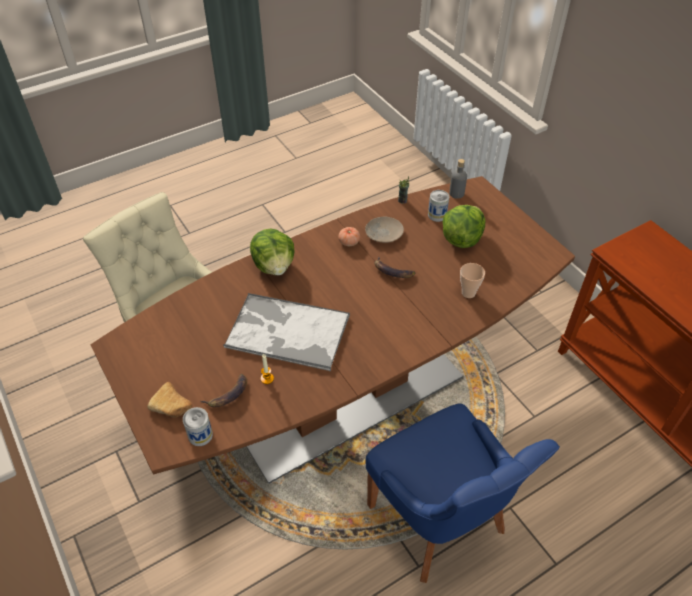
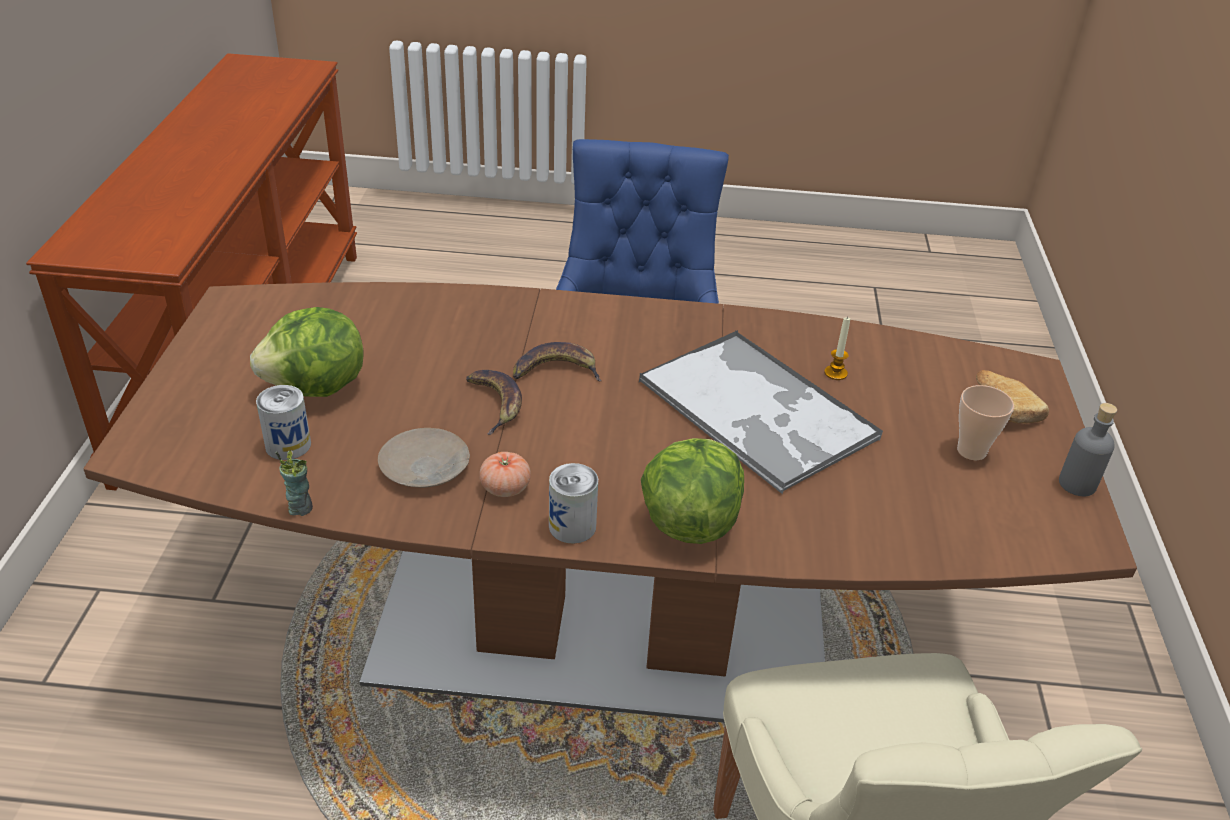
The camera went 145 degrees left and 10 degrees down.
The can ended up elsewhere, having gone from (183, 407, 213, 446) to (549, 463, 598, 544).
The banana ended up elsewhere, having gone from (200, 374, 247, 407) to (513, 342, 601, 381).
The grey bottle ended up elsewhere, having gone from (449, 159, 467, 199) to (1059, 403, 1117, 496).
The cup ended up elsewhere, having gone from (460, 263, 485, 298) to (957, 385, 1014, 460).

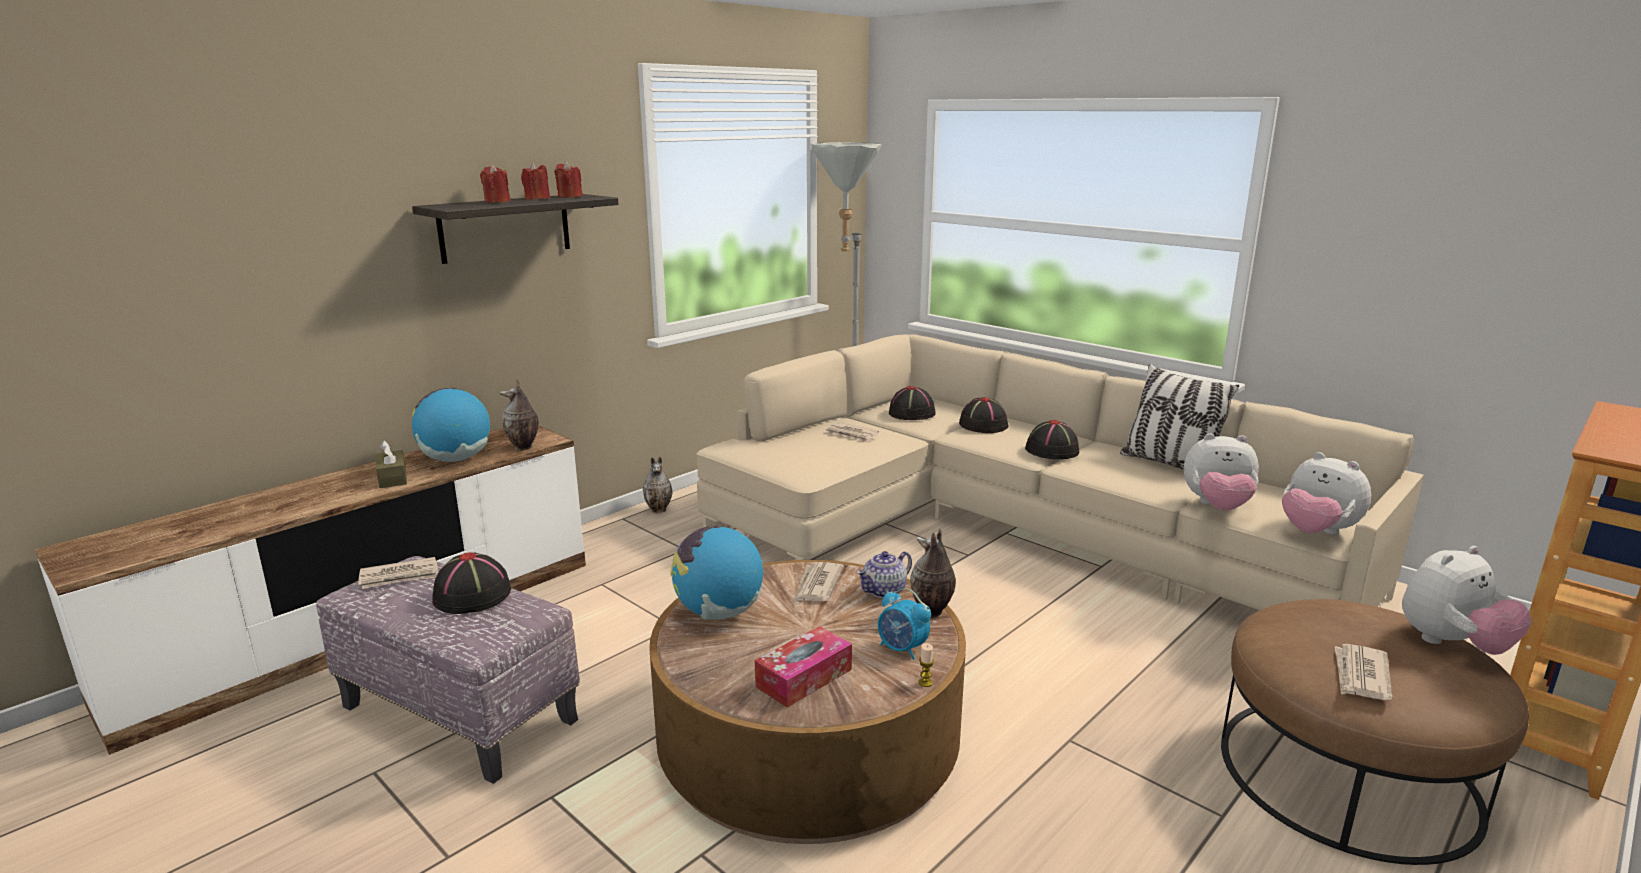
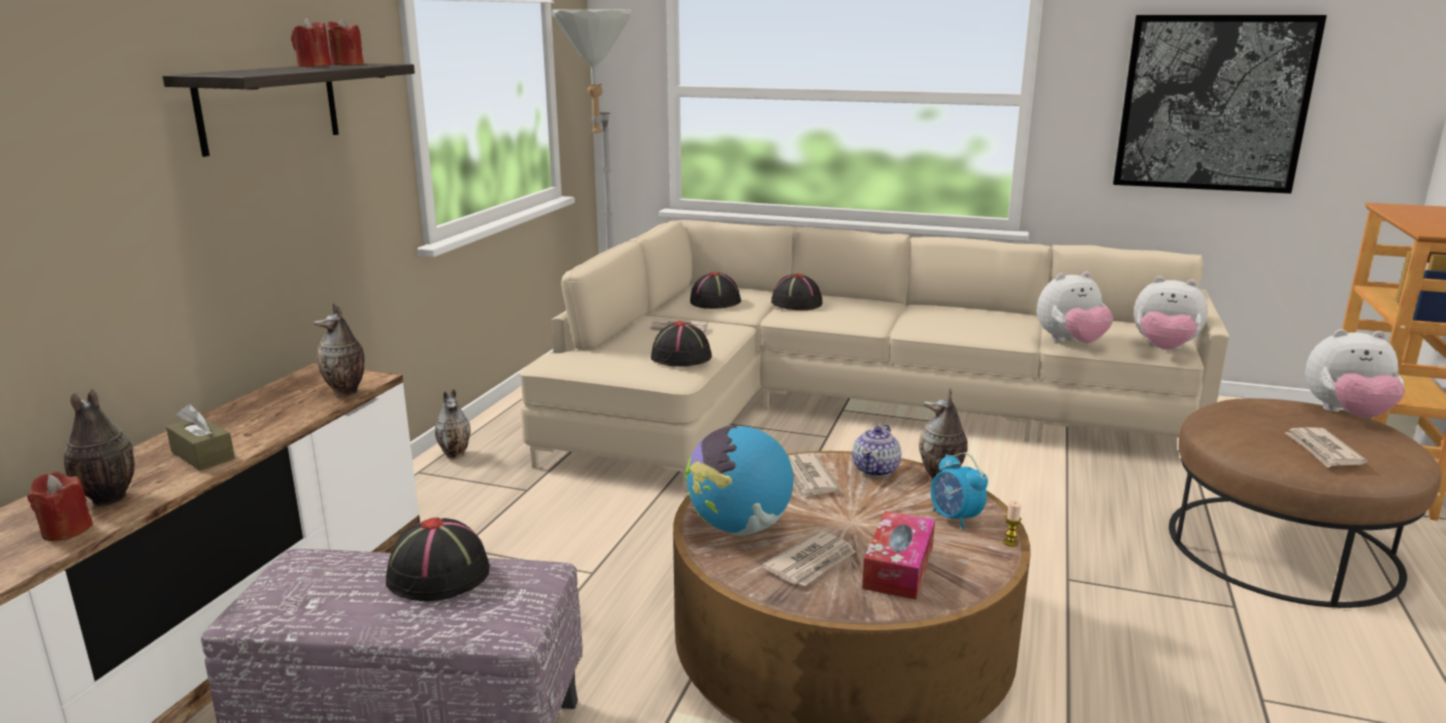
The camera went 25 degrees left and 0 degrees up.
The newspaper ended up elsewhere, having gone from (358, 557, 438, 589) to (762, 530, 856, 586).
The second view lost the globe at (412, 387, 490, 462).
The red candle ended up elsewhere, having gone from (480, 164, 511, 203) to (27, 472, 93, 541).
The alarm clock at (878, 588, 931, 660) ended up facing another way, 45 degrees clockwise from before.
The black hat ended up elsewhere, having gone from (1025, 420, 1079, 459) to (651, 321, 712, 367).
The second view lost the pillow at (1120, 364, 1239, 470).
The plush toy at (1402, 546, 1532, 655) ended up facing another way, 60 degrees clockwise from before.
The second view gained the vase at (64, 388, 135, 506).
The second view gained the picture at (1113, 15, 1327, 194).

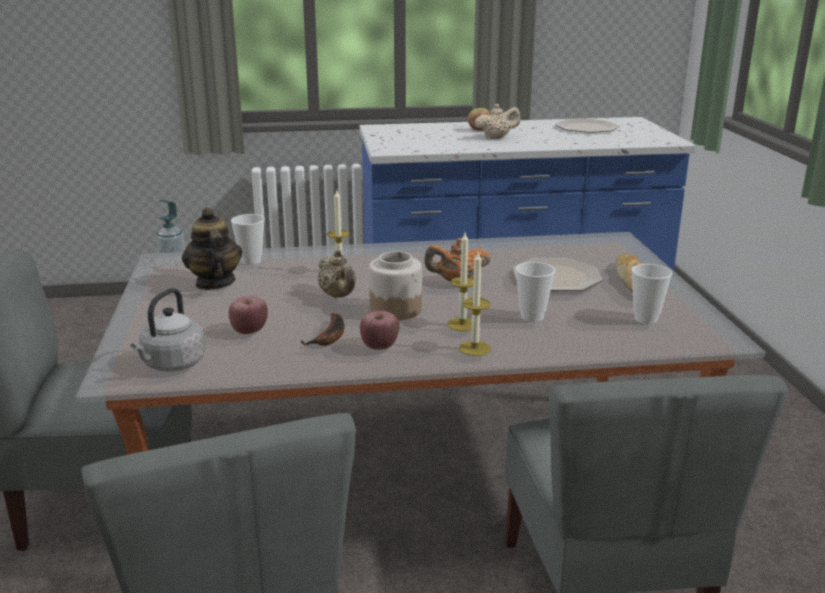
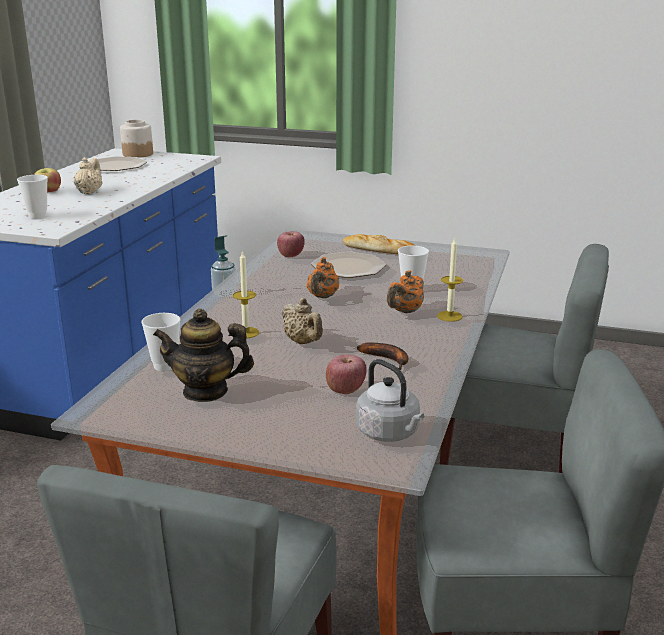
The camera went 65 degrees left and 0 degrees up.
The soap dispenser ended up elsewhere, having gone from (156, 200, 185, 266) to (211, 236, 236, 297).
The beige teapot at (318, 249, 356, 298) ended up facing another way, 60 degrees clockwise from before.
The apple ended up elsewhere, having gone from (360, 311, 399, 350) to (277, 231, 305, 257).
The jar ended up elsewhere, having gone from (369, 251, 422, 320) to (120, 120, 153, 158).
Where the candle stood at (448, 233, 474, 331), the orange teapot came to stand at (387, 270, 424, 313).
The cup ended up elsewhere, having gone from (632, 264, 672, 324) to (17, 175, 48, 218).

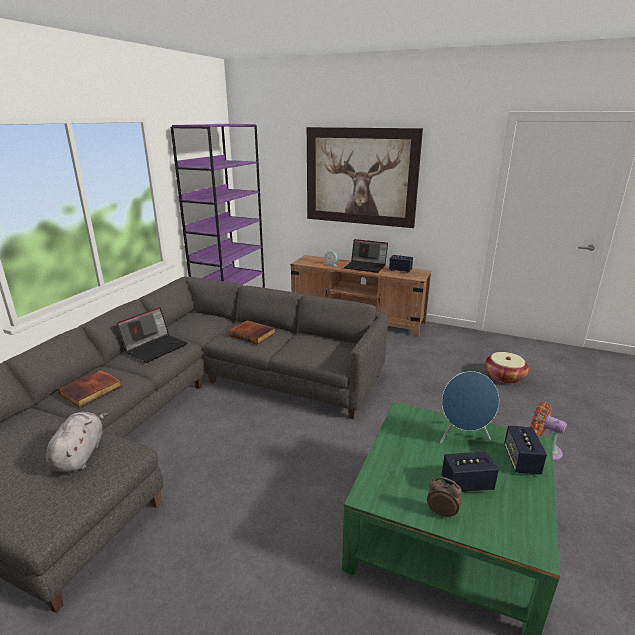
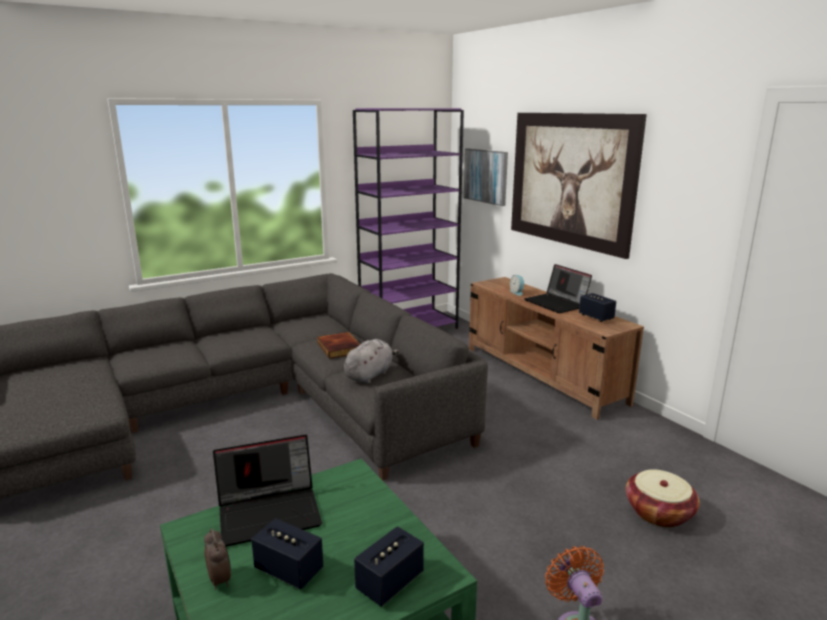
The camera went 35 degrees right and 5 degrees down.
The grey plush toy ended up elsewhere, having gone from (46, 412, 108, 473) to (344, 339, 399, 384).
The second view lost the book at (58, 370, 122, 408).
The laptop ended up elsewhere, having gone from (117, 307, 187, 363) to (213, 435, 322, 547).
The second view lost the blue speaker at (440, 371, 499, 443).
The second view gained the picture at (464, 149, 508, 206).

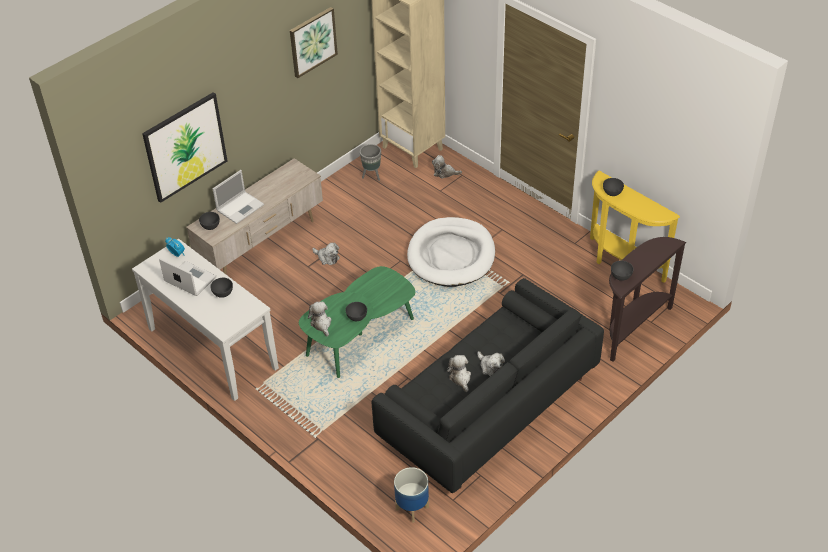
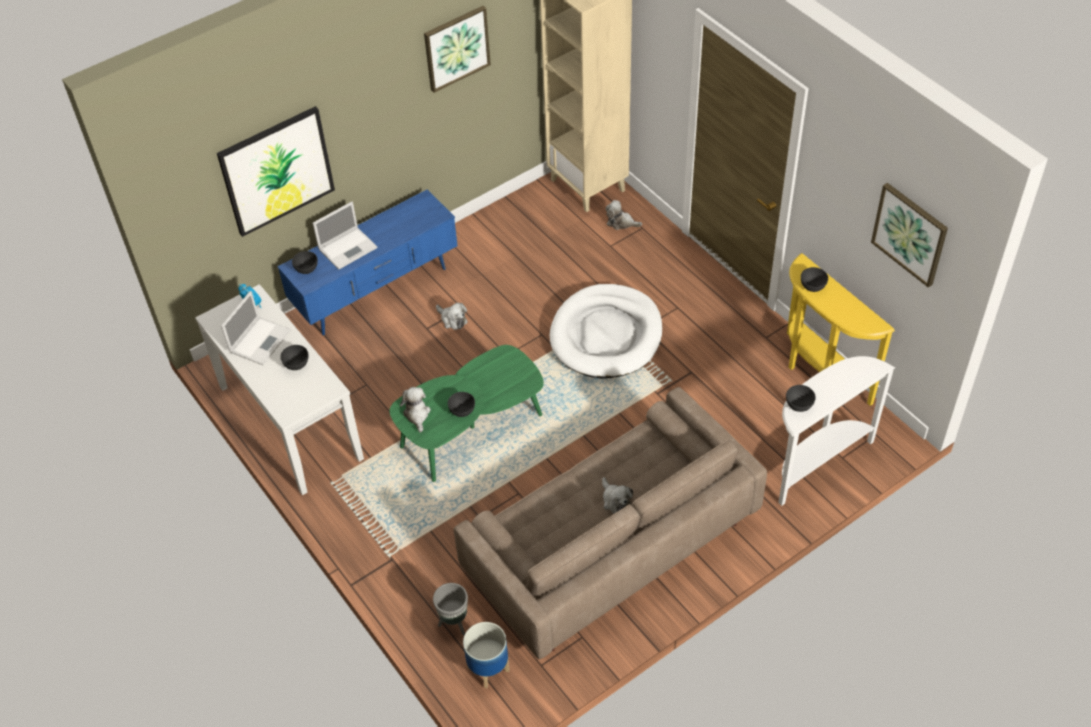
The camera went 10 degrees right and 5 degrees up.
The laptop at (159, 258, 217, 296) ended up facing another way, 75 degrees clockwise from before.
What was the beige tv stand at (186, 158, 323, 275) turned into the blue tv stand at (277, 189, 458, 335).
The grey planter ended up elsewhere, having gone from (360, 144, 381, 181) to (433, 583, 468, 635).
What was the black sofa at (372, 278, 604, 493) turned into the beige sofa at (454, 387, 767, 660).
The second view lost the plush toy at (447, 355, 471, 392).
What was the brown console table at (609, 237, 686, 362) turned into the white console table at (779, 356, 895, 506).
The second view gained the picture at (871, 183, 948, 287).

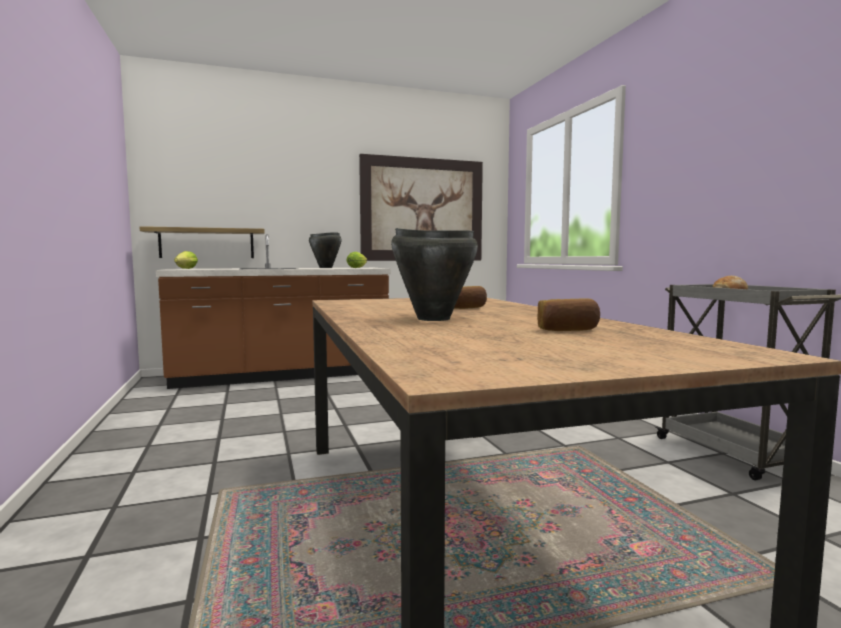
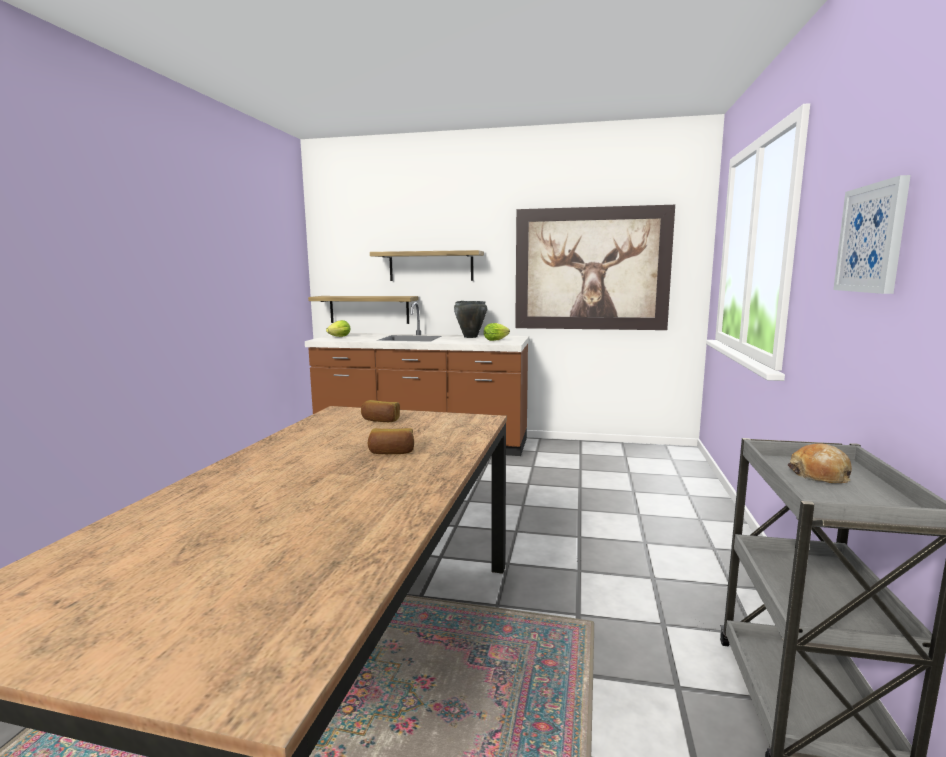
The camera went 30 degrees right and 5 degrees up.
The second view lost the black cooking pot at (391, 228, 478, 321).
The bread ended up elsewhere, having gone from (538, 298, 600, 331) to (361, 400, 400, 422).
The second view gained the shelf at (370, 250, 484, 281).
The second view gained the picture at (833, 175, 911, 294).

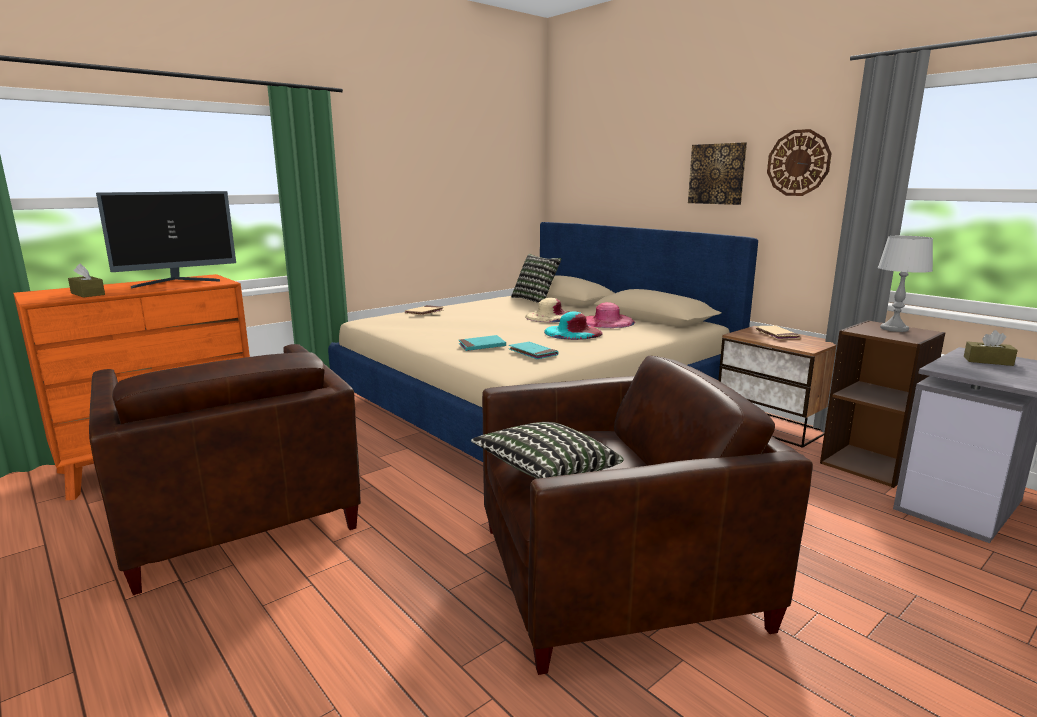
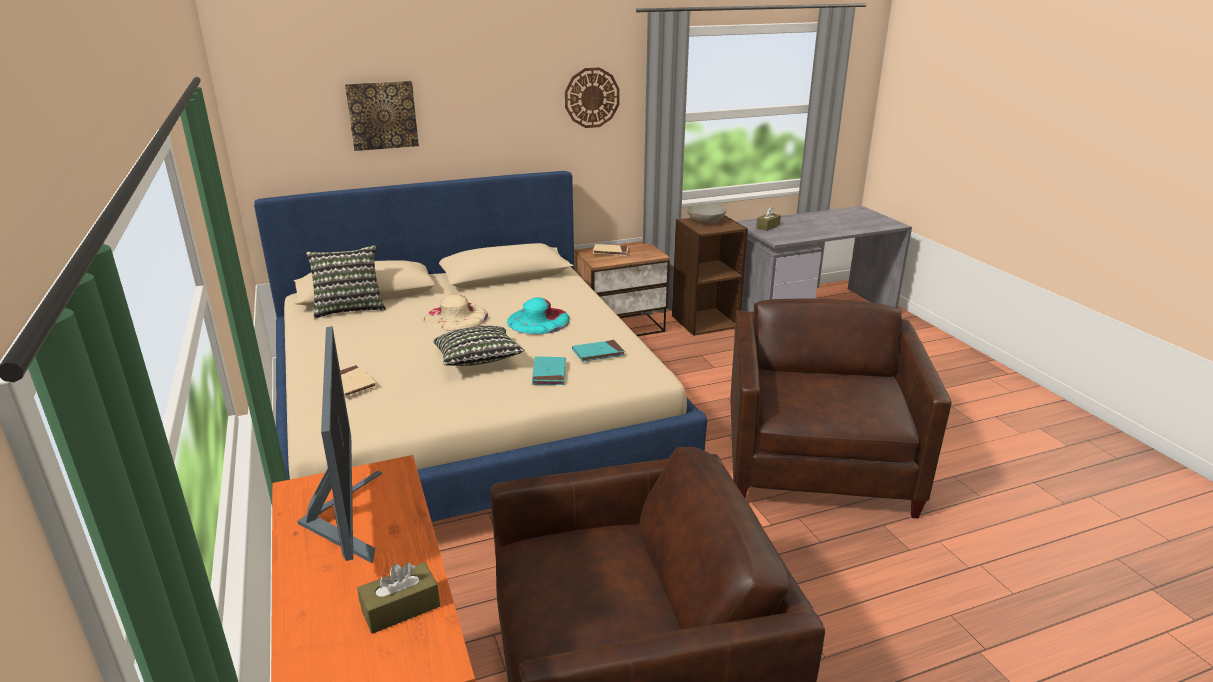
The camera went 70 degrees left and 10 degrees up.
The pillow ended up elsewhere, having gone from (471, 422, 624, 479) to (433, 326, 525, 366).
The second view lost the pink hat at (586, 302, 635, 328).
The picture ended up elsewhere, having gone from (688, 142, 747, 205) to (345, 81, 419, 151).
Where the grey table lamp stood at (878, 236, 933, 332), the grey bowl came to stand at (687, 203, 727, 223).

